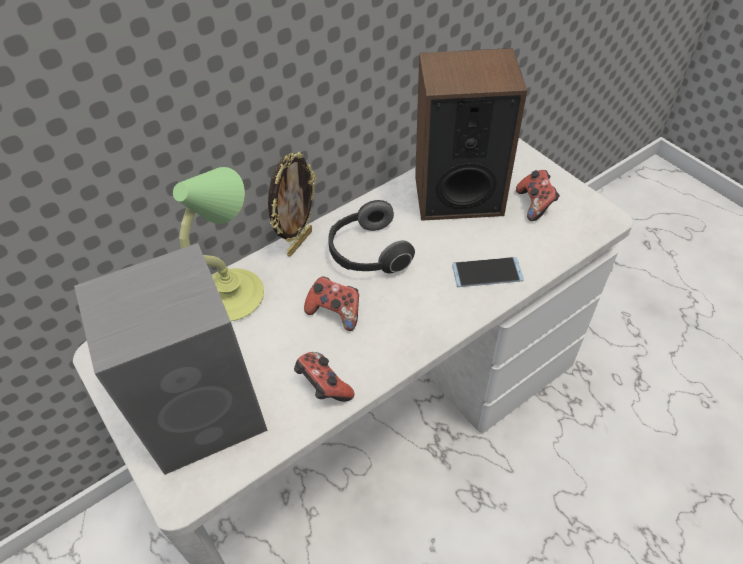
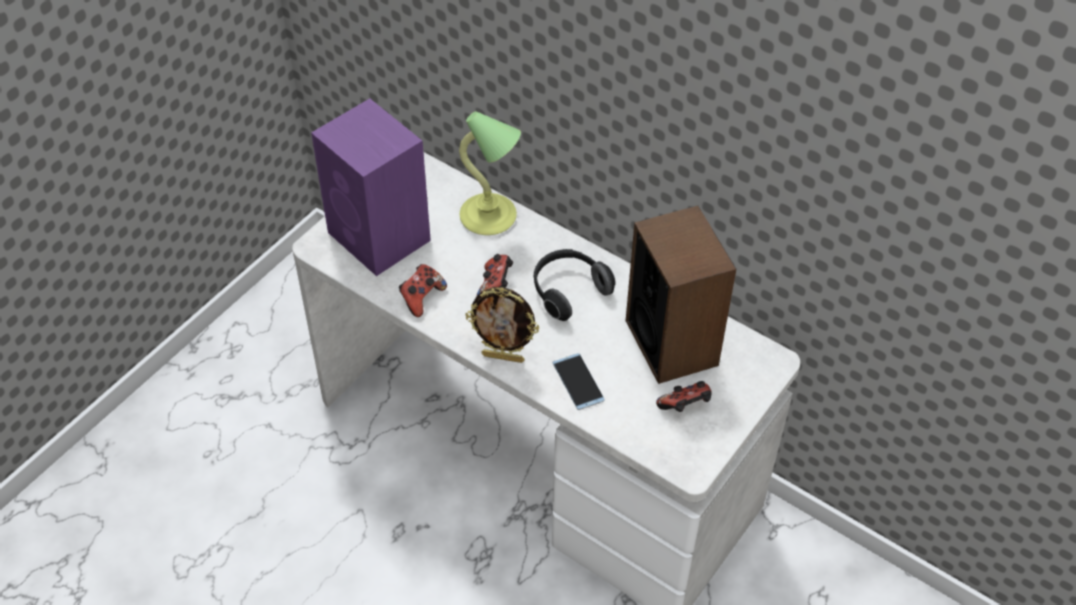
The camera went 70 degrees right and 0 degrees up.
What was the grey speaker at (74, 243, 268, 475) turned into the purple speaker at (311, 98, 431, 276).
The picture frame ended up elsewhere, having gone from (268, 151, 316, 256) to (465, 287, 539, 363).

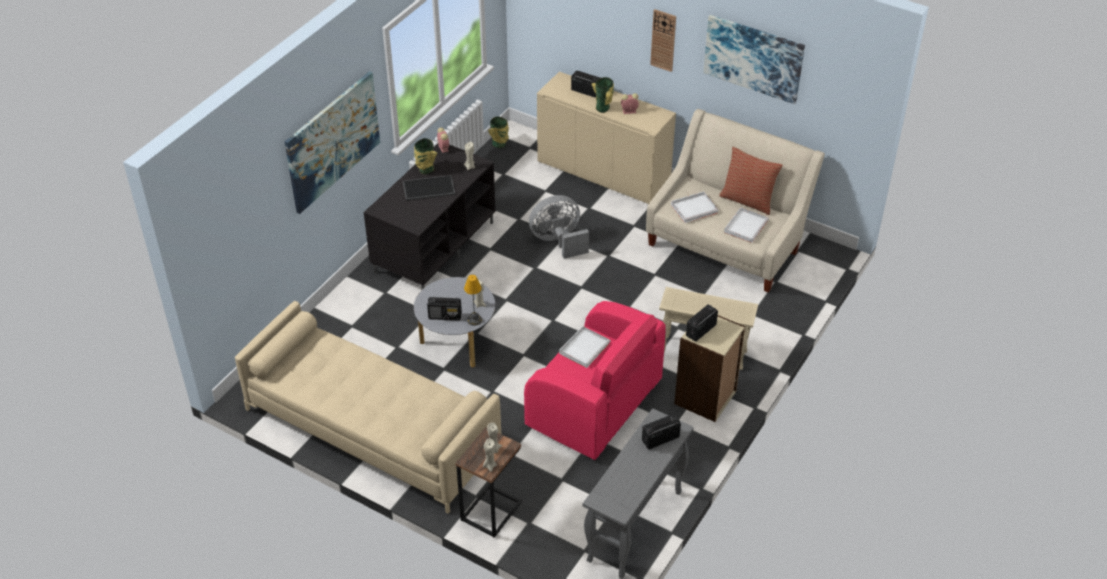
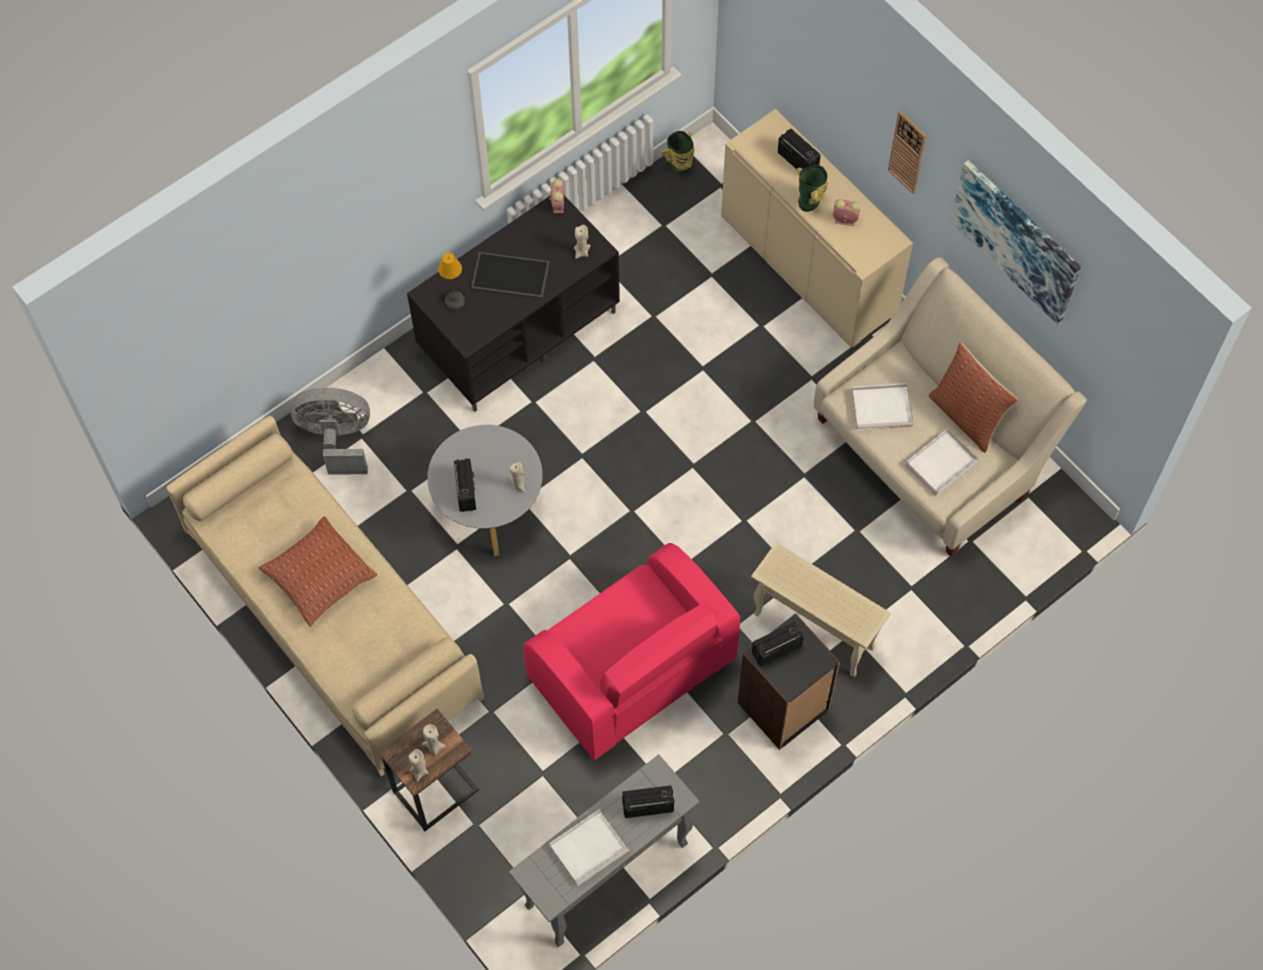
The camera went 20 degrees right and 20 degrees up.
The second view lost the picture at (284, 71, 380, 214).
The second view lost the vase at (414, 138, 437, 174).
The radio at (427, 297, 462, 320) ended up facing another way, 120 degrees counterclockwise from before.
The table lamp ended up elsewhere, having gone from (464, 275, 482, 326) to (438, 253, 465, 310).
The grey fan ended up elsewhere, having gone from (529, 195, 589, 259) to (290, 388, 370, 474).
The white tray ended up elsewhere, having gone from (559, 326, 611, 368) to (549, 809, 630, 886).
What was the beige bookcase at (674, 315, 745, 422) turned into the black bookcase at (738, 613, 840, 750).
The second view gained the pillow at (259, 516, 377, 627).

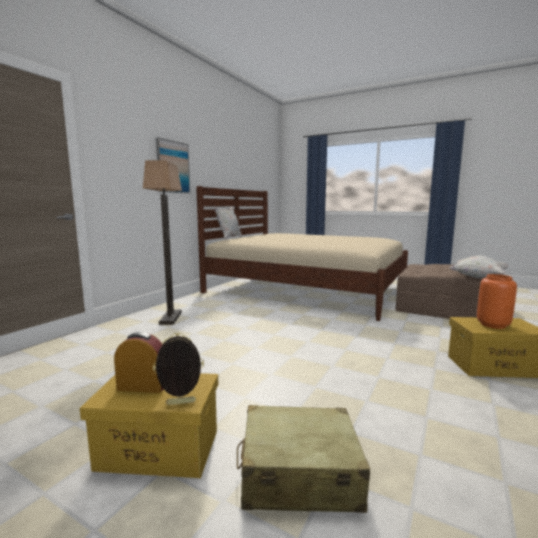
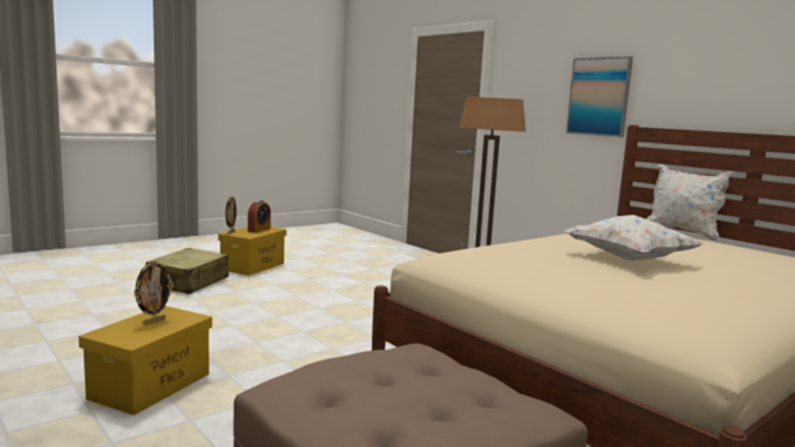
The camera went 110 degrees right and 0 degrees up.
The white pillow ended up elsewhere, having gone from (449, 255, 509, 278) to (565, 215, 704, 261).
Where the orange vase stood at (477, 274, 517, 329), the picture frame came to stand at (134, 260, 174, 325).

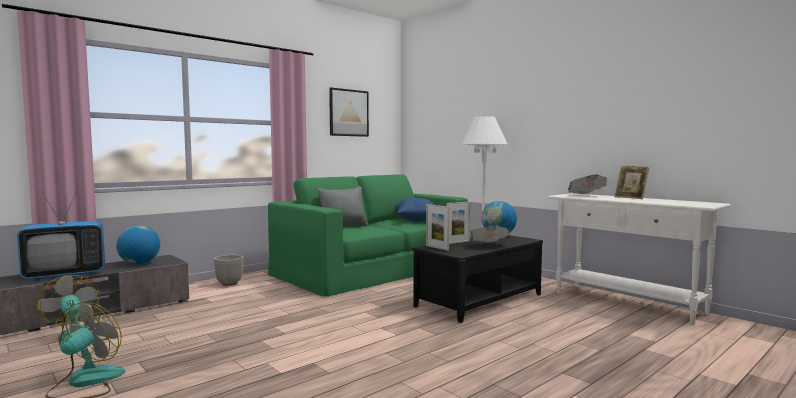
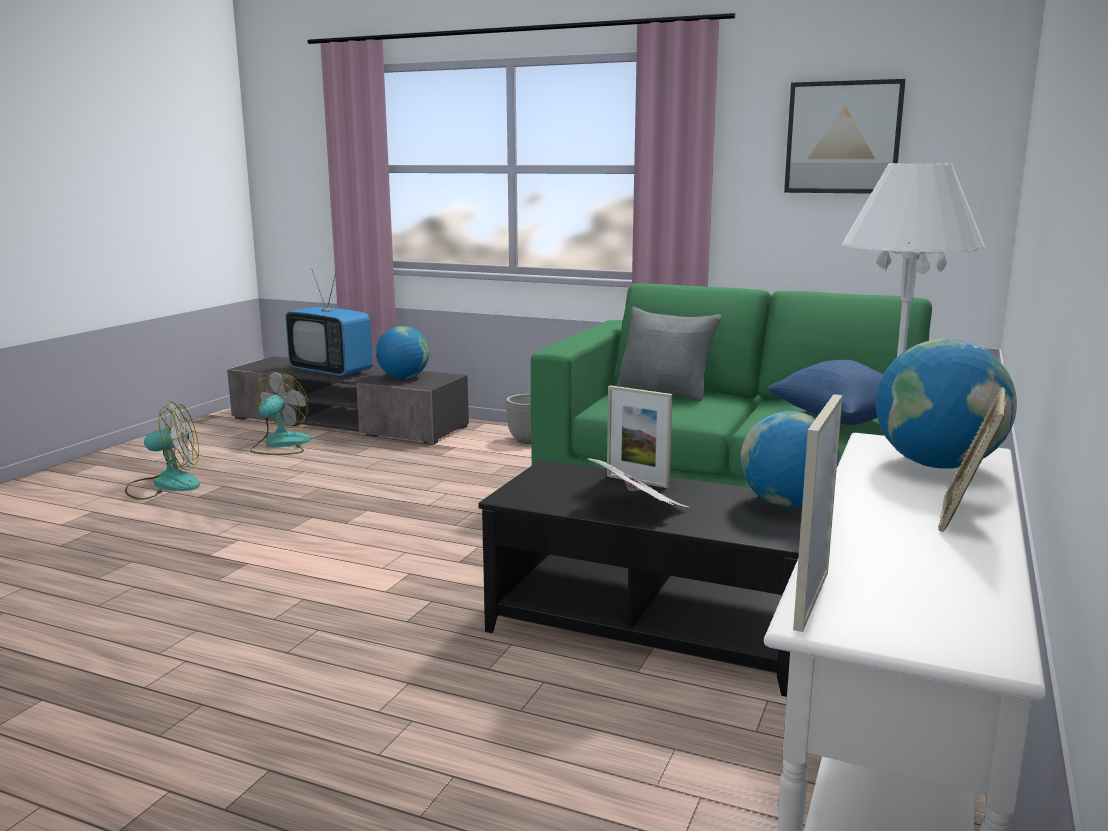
The camera went 65 degrees right and 10 degrees up.
The picture frame ended up elsewhere, having gone from (426, 204, 450, 251) to (793, 394, 843, 632).
Where the newspaper stood at (568, 174, 607, 194), the globe came to stand at (876, 339, 1017, 469).

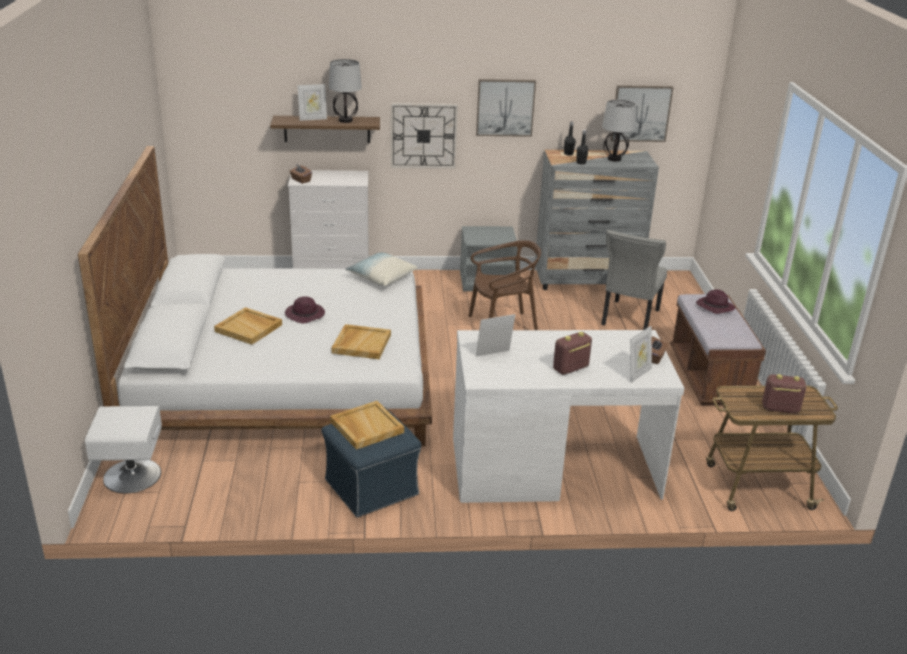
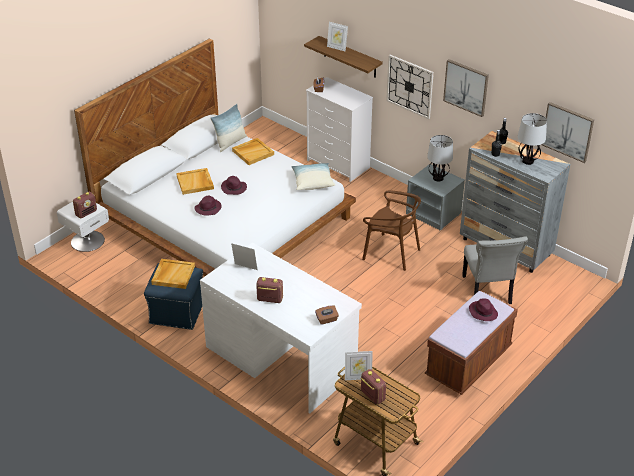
The camera went 45 degrees right and 10 degrees up.
The table lamp ended up elsewhere, having gone from (329, 59, 362, 123) to (427, 135, 453, 182).
The beige tray ended up elsewhere, having gone from (332, 324, 391, 359) to (232, 138, 274, 165).
The grey chair at (601, 230, 667, 330) ended up facing another way, 75 degrees counterclockwise from before.
The picture frame ended up elsewhere, having gone from (630, 326, 652, 383) to (345, 351, 373, 380).
The second view gained the radio at (73, 192, 97, 218).
The second view gained the purple hat at (194, 196, 222, 215).
The second view gained the pillow at (210, 104, 247, 152).

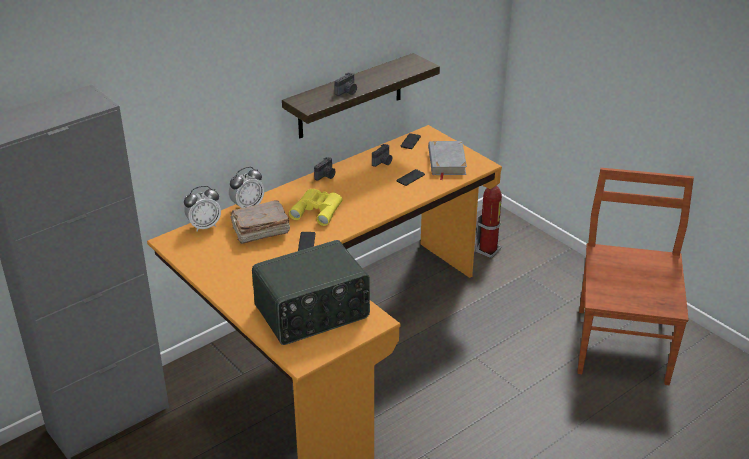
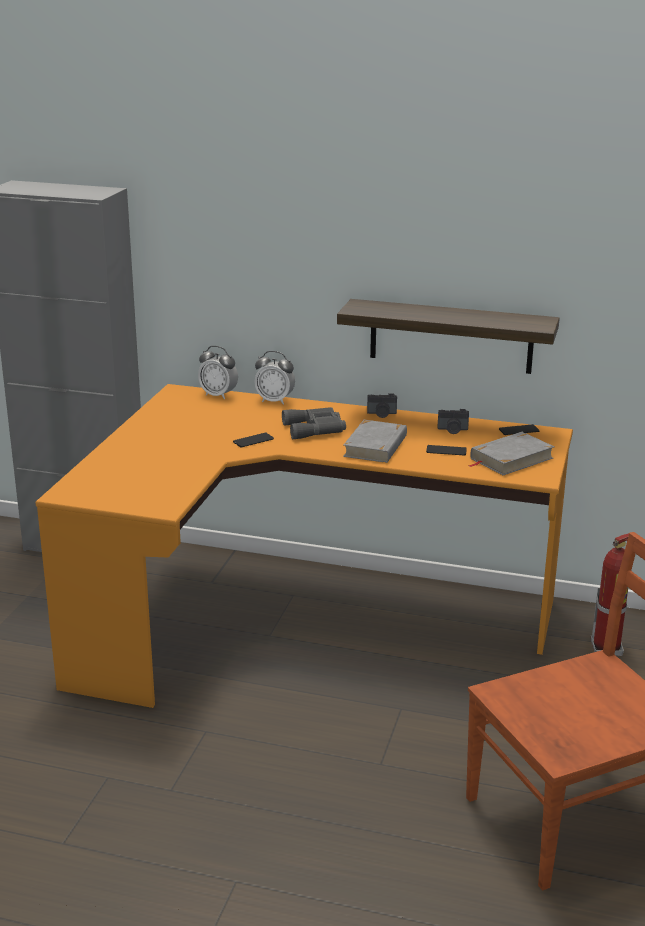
The camera went 55 degrees right and 10 degrees down.
The second view lost the brown book at (230, 200, 290, 244).
The second view lost the radio at (252, 240, 370, 345).
What was the yellow binoculars at (289, 189, 343, 226) turned into the grey binoculars at (282, 407, 346, 439).
The second view lost the photo camera at (335, 72, 357, 96).
The second view gained the grey book at (343, 420, 407, 463).

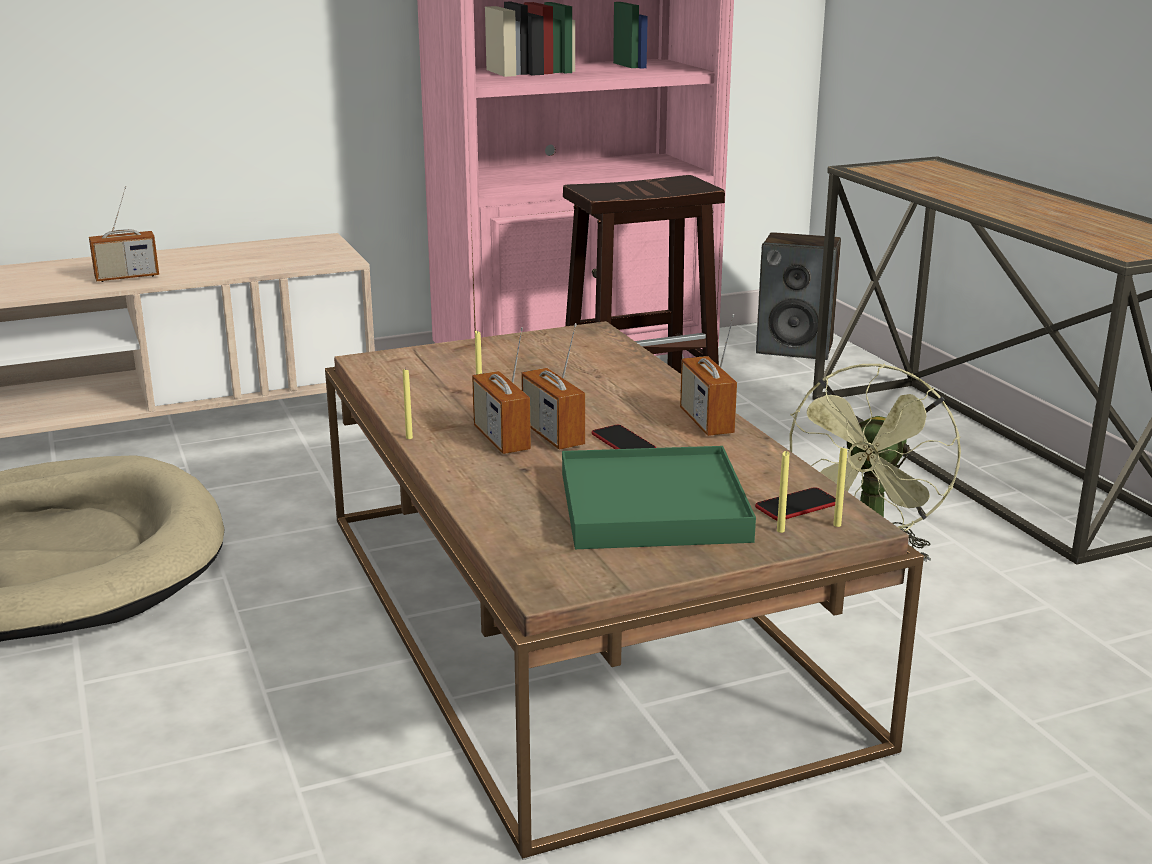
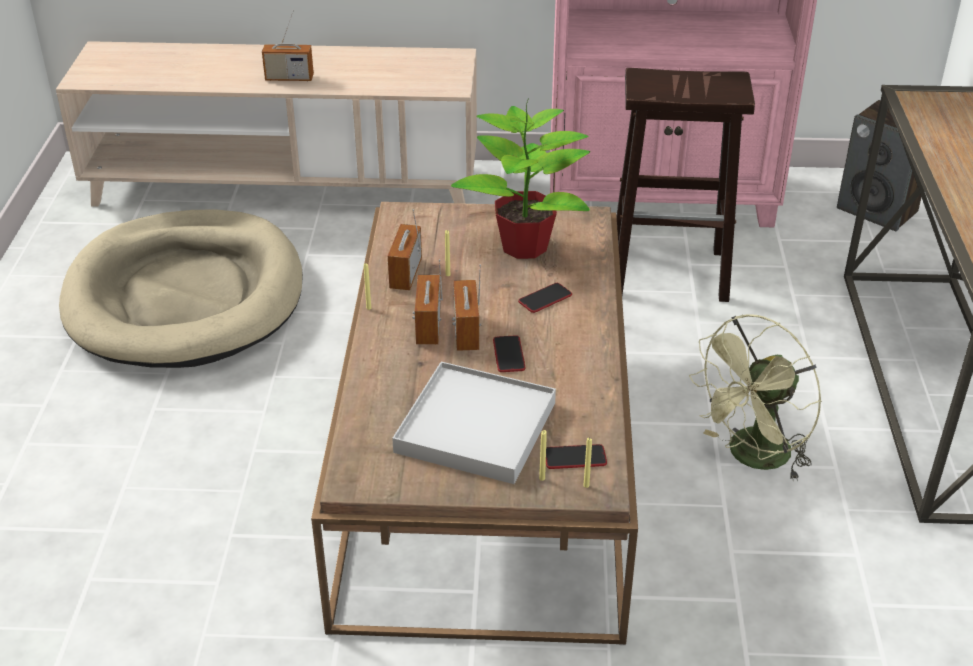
The camera went 25 degrees right and 15 degrees up.
What was the green tray at (562, 446, 756, 549) turned into the white tray at (392, 362, 556, 484).
The radio ended up elsewhere, having gone from (680, 314, 737, 436) to (388, 209, 422, 290).
The second view gained the potted plant at (451, 98, 590, 259).
The second view gained the phone at (518, 283, 572, 313).

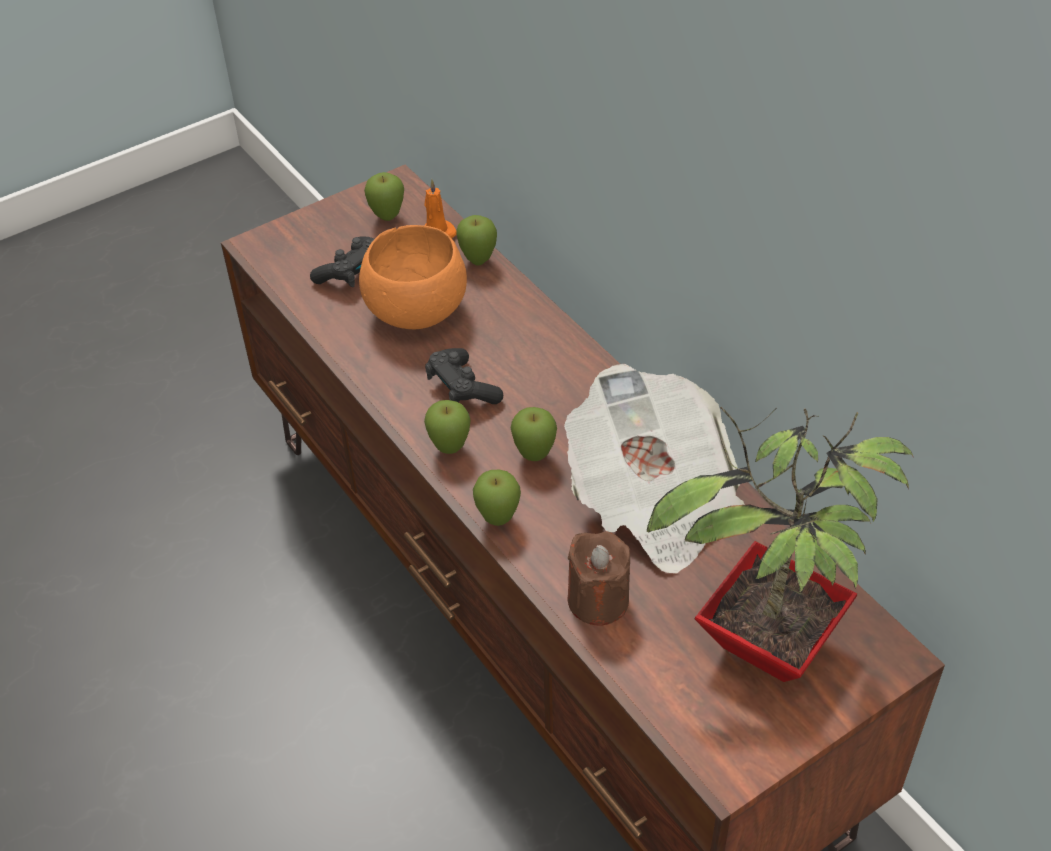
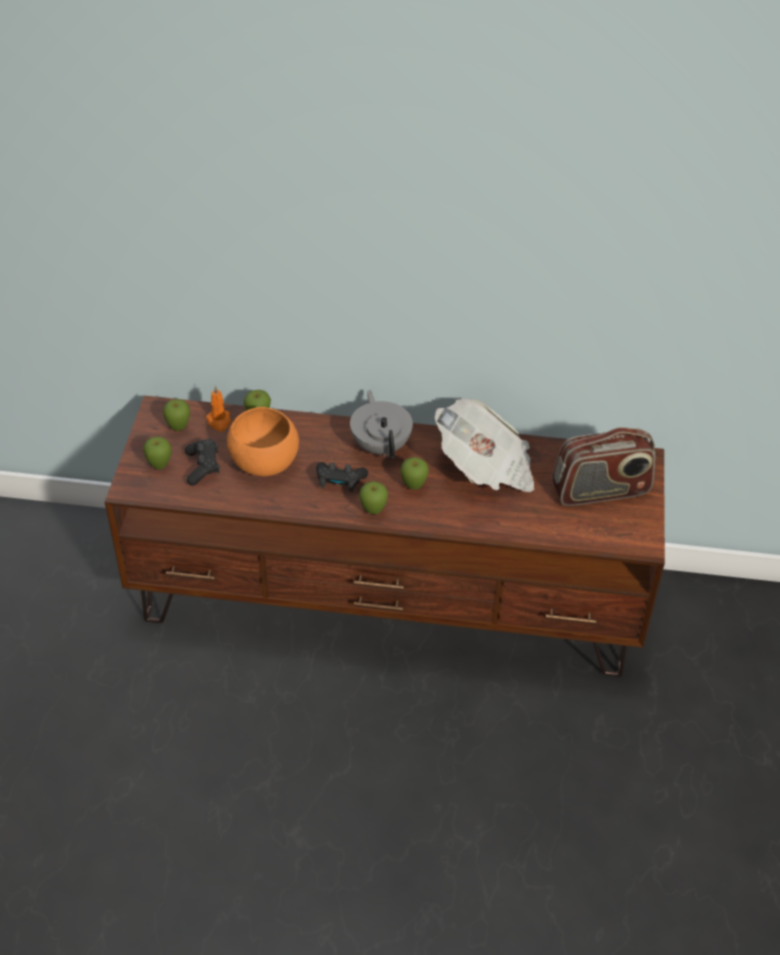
The camera went 50 degrees left and 0 degrees up.
The apple ended up elsewhere, having gone from (473, 470, 521, 526) to (143, 437, 171, 470).
The second view lost the brown candle at (567, 531, 630, 626).
Where the potted plant stood at (647, 407, 914, 682), the radio came to stand at (552, 427, 655, 506).
The second view gained the grey teapot at (350, 390, 413, 459).

